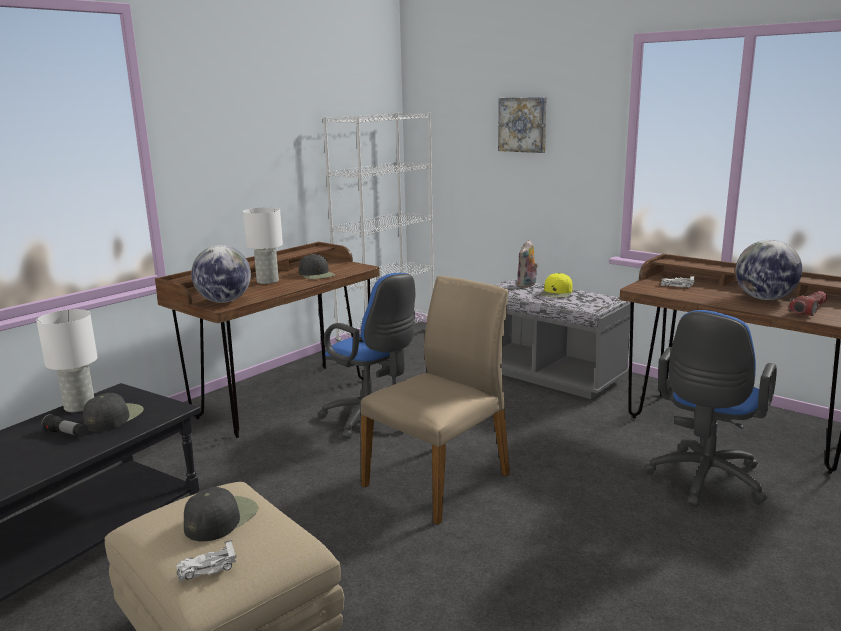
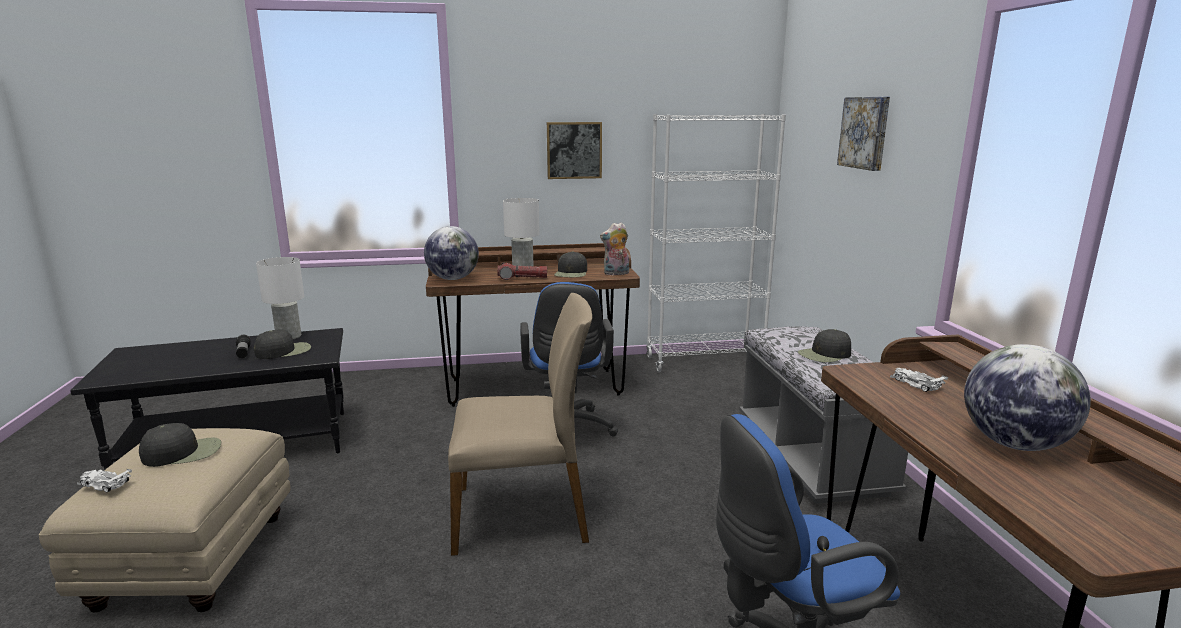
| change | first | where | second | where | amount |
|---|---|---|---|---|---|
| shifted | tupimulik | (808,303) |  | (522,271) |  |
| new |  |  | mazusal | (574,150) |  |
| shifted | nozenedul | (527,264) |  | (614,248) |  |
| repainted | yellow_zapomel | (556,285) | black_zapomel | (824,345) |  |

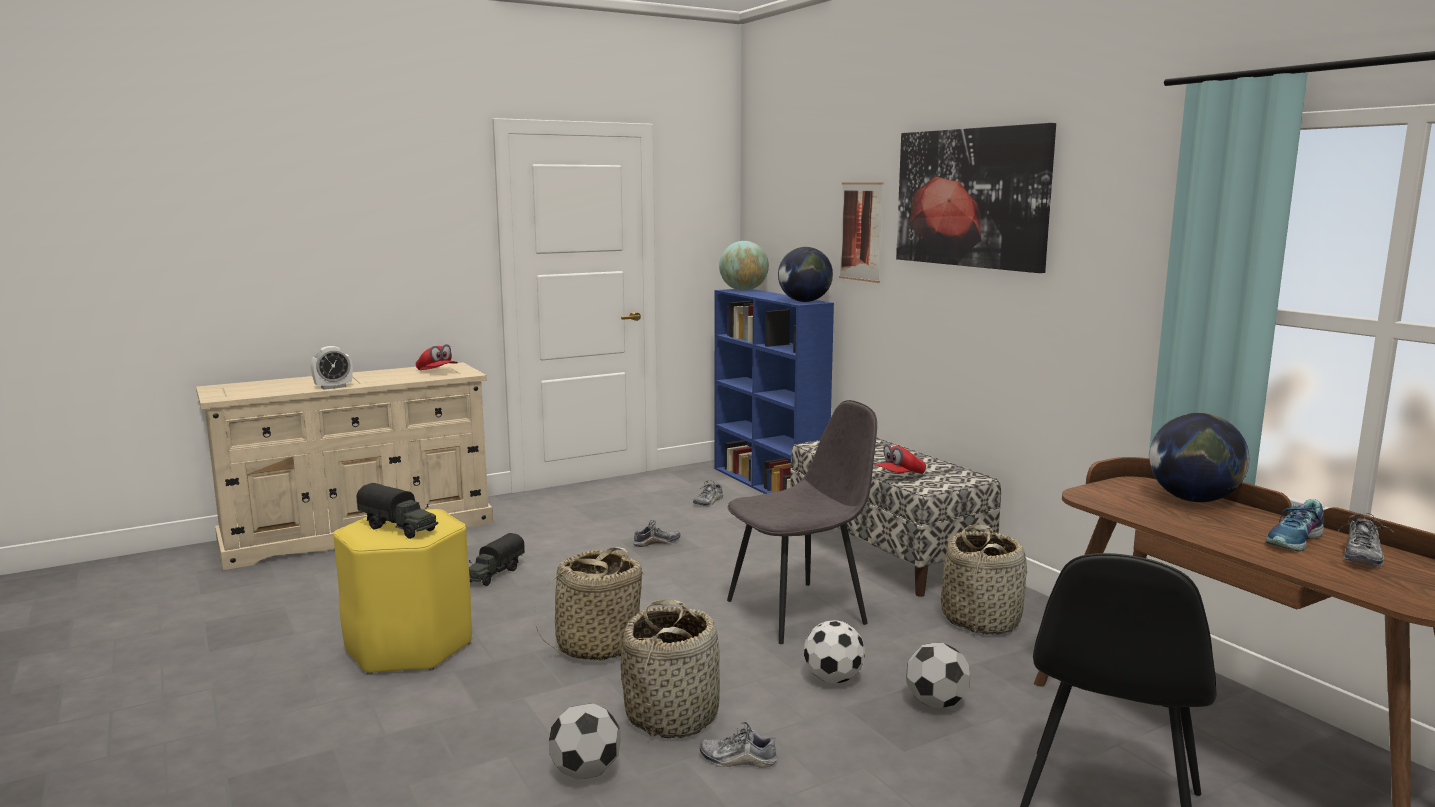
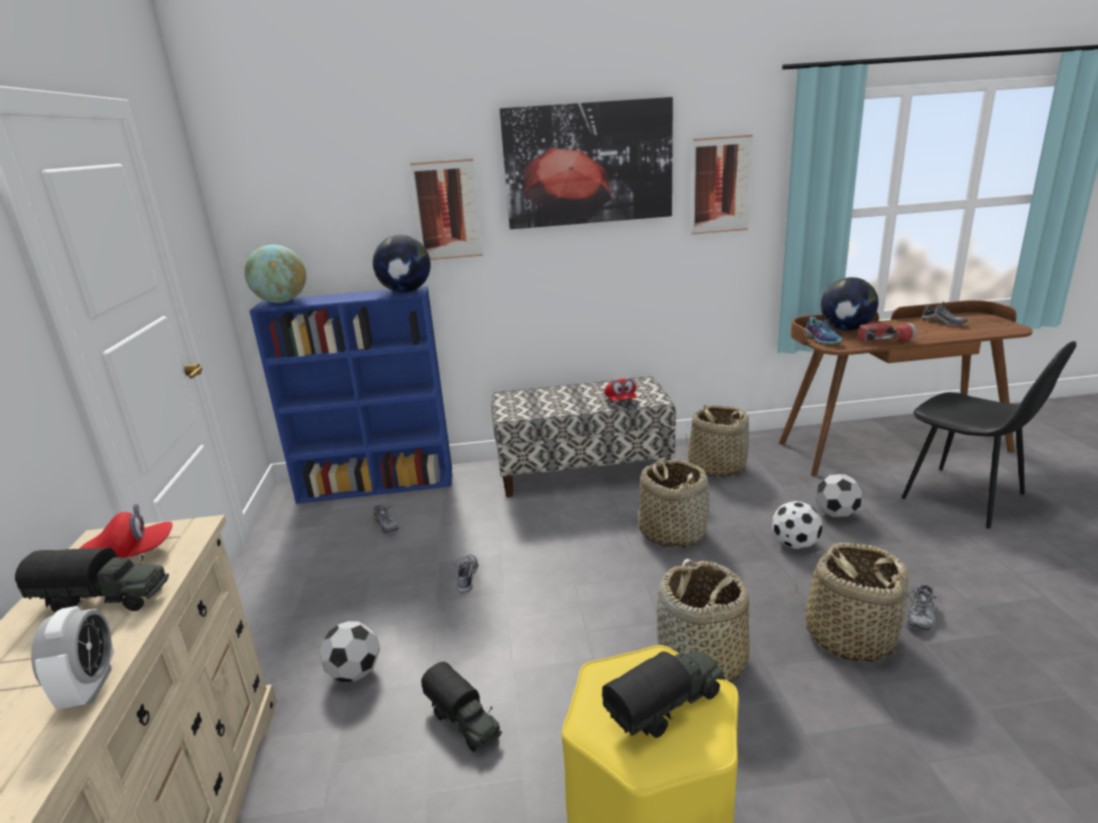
| change | first | where | second | where | amount |
|---|---|---|---|---|---|
| new |  |  | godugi | (92,580) |  |
| shifted | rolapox | (584,741) |  | (349,651) |  |
| swapped | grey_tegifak | (802,522) | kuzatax | (674,503) |  |
| new |  |  | mazusal | (722,184) |  |
| shifted | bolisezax | (1295,525) |  | (824,331) |  |
| new |  |  | tupimulik | (887,333) |  |

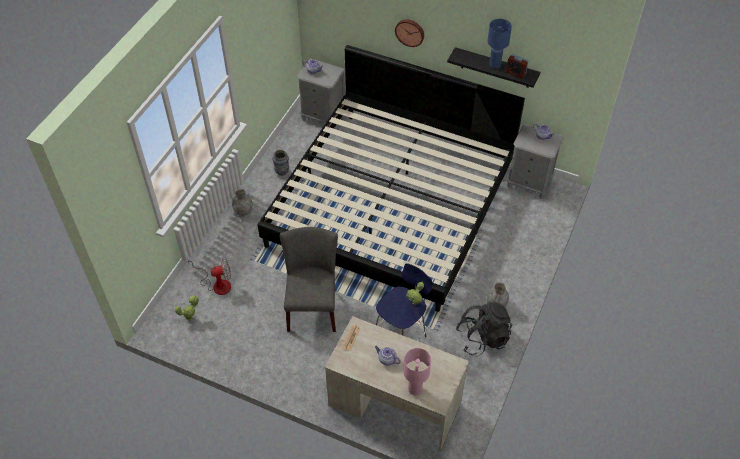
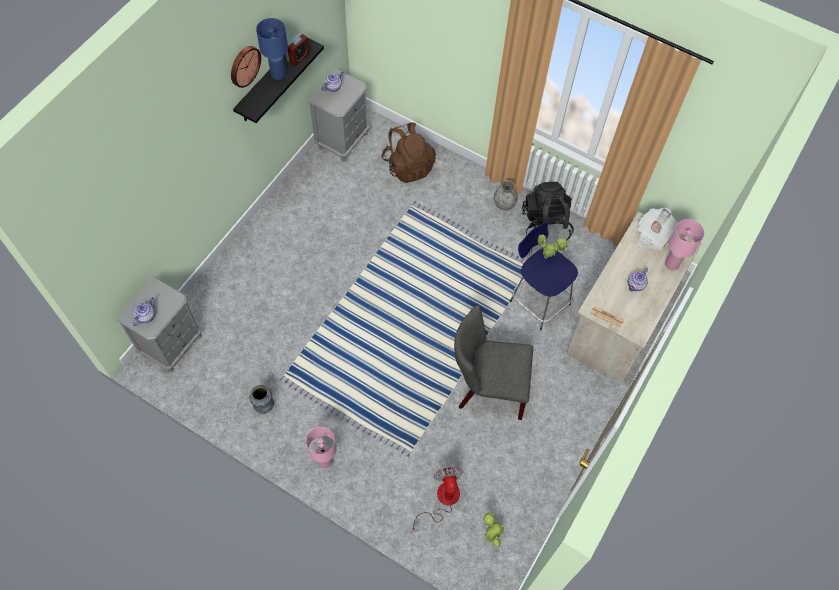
| change | first | where | second | where | amount |
|---|---|---|---|---|---|
| shifted | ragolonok | (409,33) |  | (246,67) |  |
| swapped | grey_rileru | (242,202) | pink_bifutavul | (321,447) |  |
| new |  |  | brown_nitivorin | (408,153) |  |
| new |  |  | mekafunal | (657,229) |  |
| gone | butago | (391,178) |  |  |  |

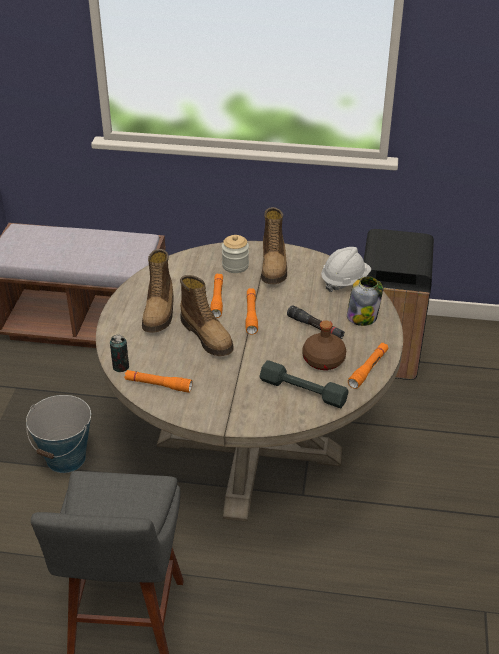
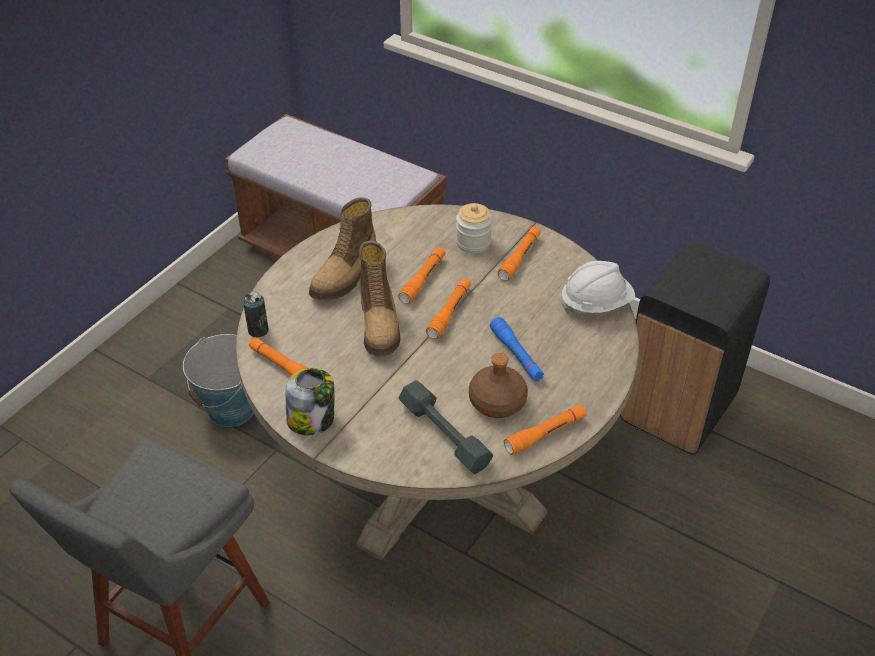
| change | first | where | second | where | amount |
|---|---|---|---|---|---|
| shifted | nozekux | (365,301) |  | (310,401) |  |
| repainted | black_tupimulik | (316,322) | blue_tupimulik | (517,349) |  |
| swapped | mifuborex | (274,245) | orange_tupimulik | (519,253) |  |

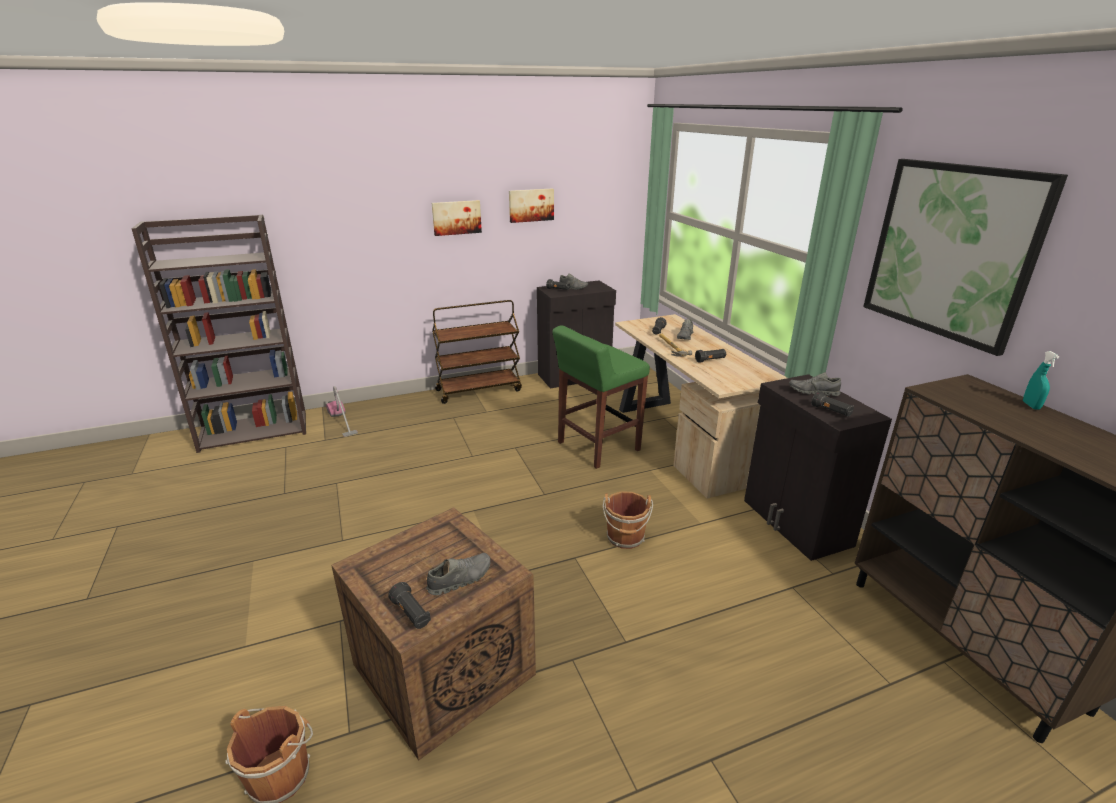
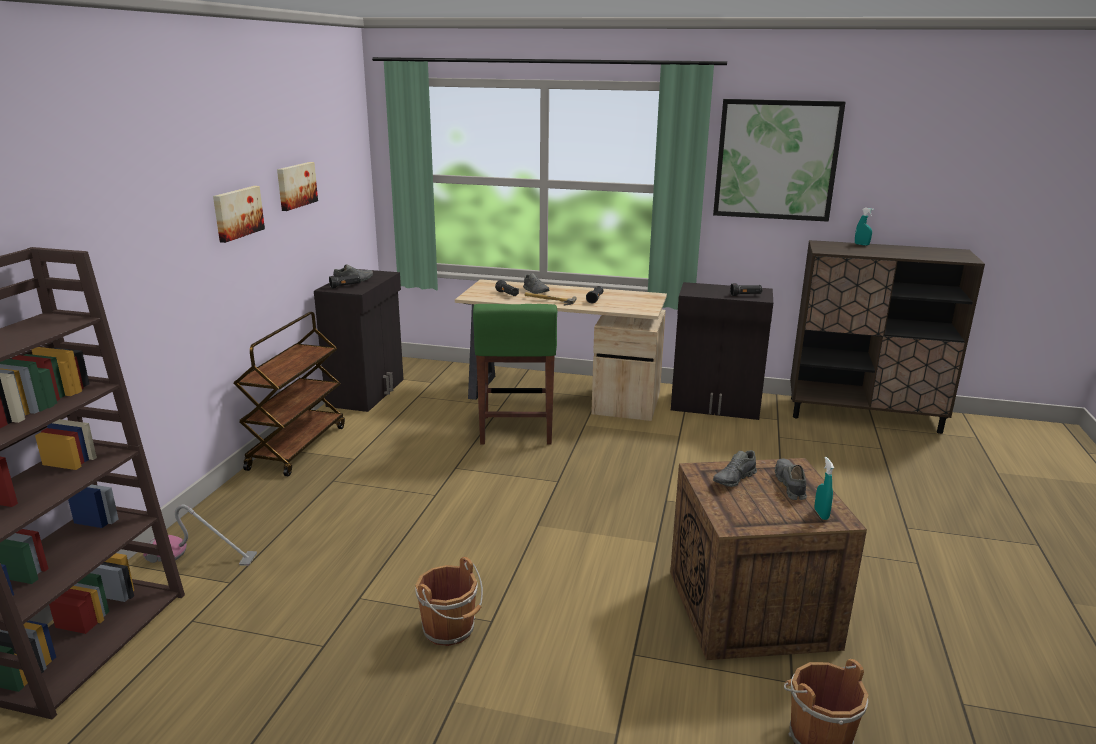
| change | first | where | second | where | amount |
|---|---|---|---|---|---|
| shifted | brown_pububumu | (628,520) |  | (449,601) |  |
| shifted | grey_bolisezax | (815,384) |  | (735,468) |  |
| swapped | black_tupimulik | (409,605) | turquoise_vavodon | (824,488) |  |

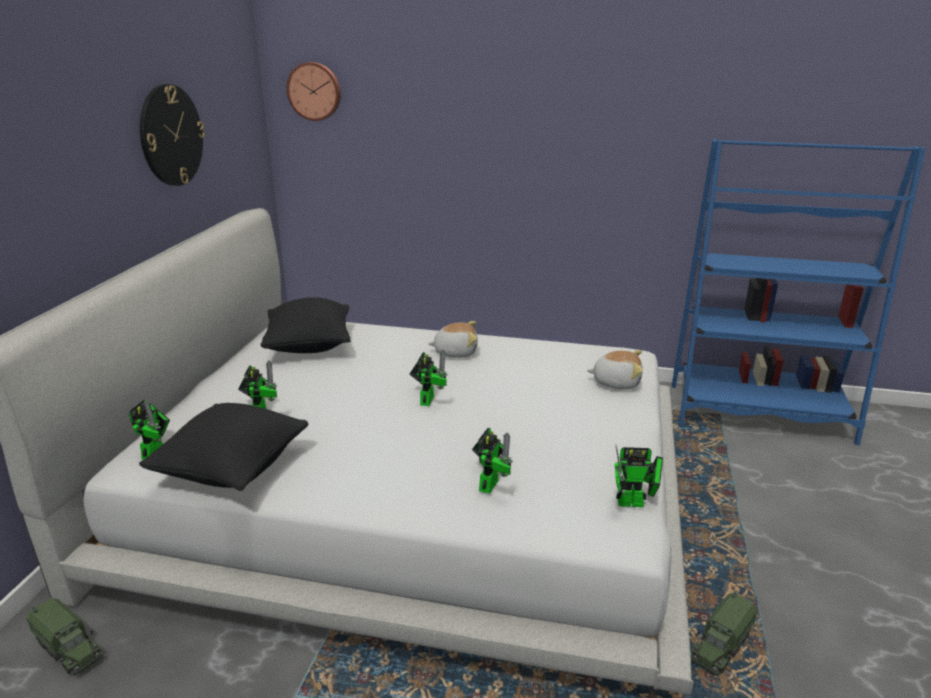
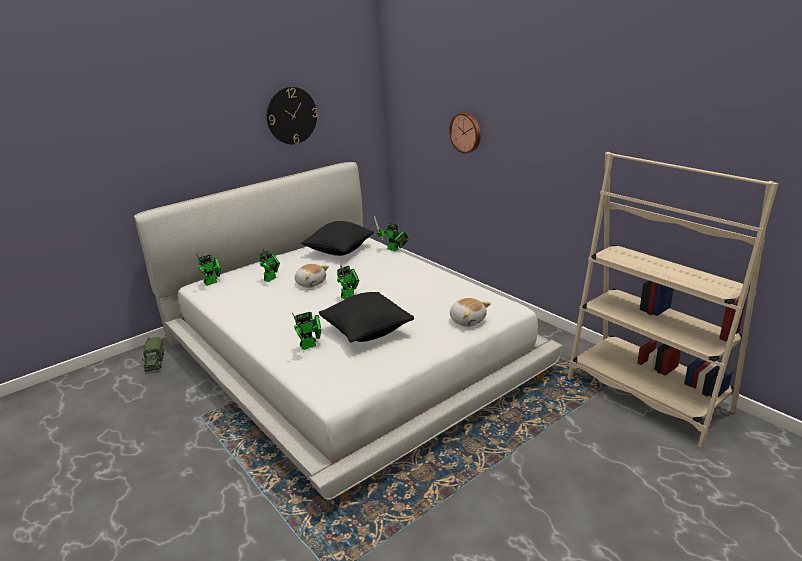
| change | first | where | second | where | amount |
|---|---|---|---|---|---|
| shifted | nozenedul | (453,339) |  | (312,276) |  |
| shifted | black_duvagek | (223,447) |  | (366,317) |  |
| shifted | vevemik | (638,475) |  | (391,233) |  |
| shifted | ragolonok | (313,91) |  | (465,133) |  |
| repainted | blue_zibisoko | (798,292) | beige_zibisoko | (672,300) |  |
| gone | godugi | (724,633) |  |  |  |

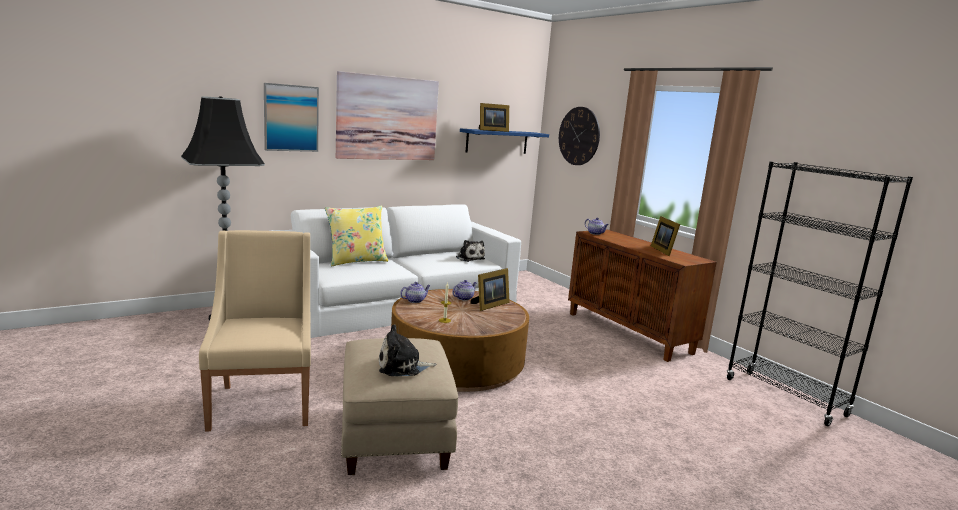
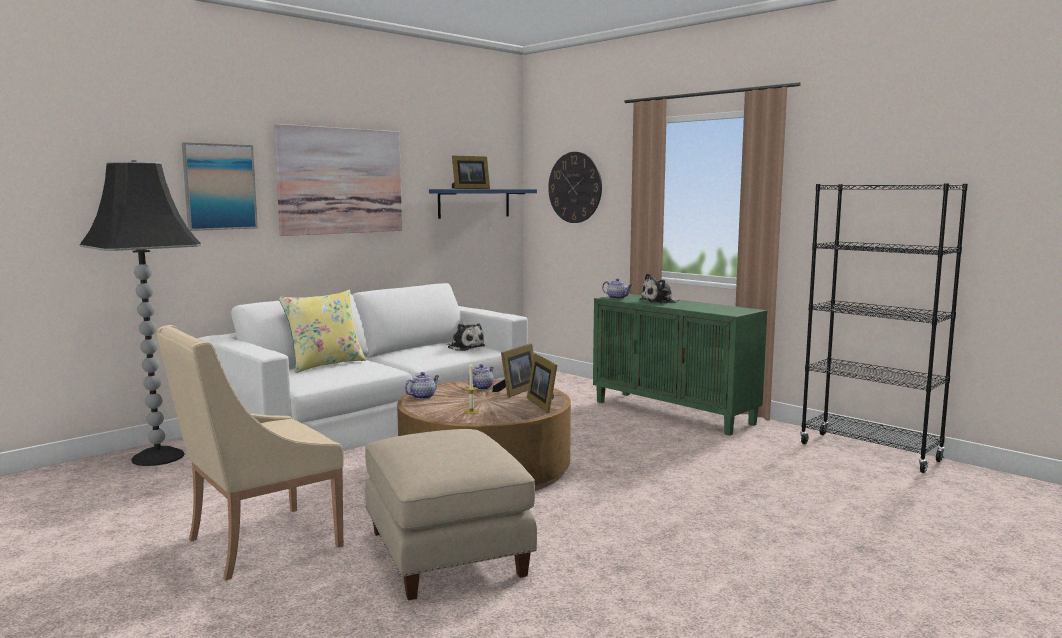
| change | first | where | second | where | amount |
|---|---|---|---|---|---|
| rotated | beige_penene | (255,331) |  | (250,453) | 105 degrees counterclockwise |
| shifted | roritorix | (665,236) |  | (542,383) |  |
| repainted | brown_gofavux | (642,295) | green_gofavux | (680,365) |  |
| shifted | nozenedul | (408,350) |  | (659,288) |  |

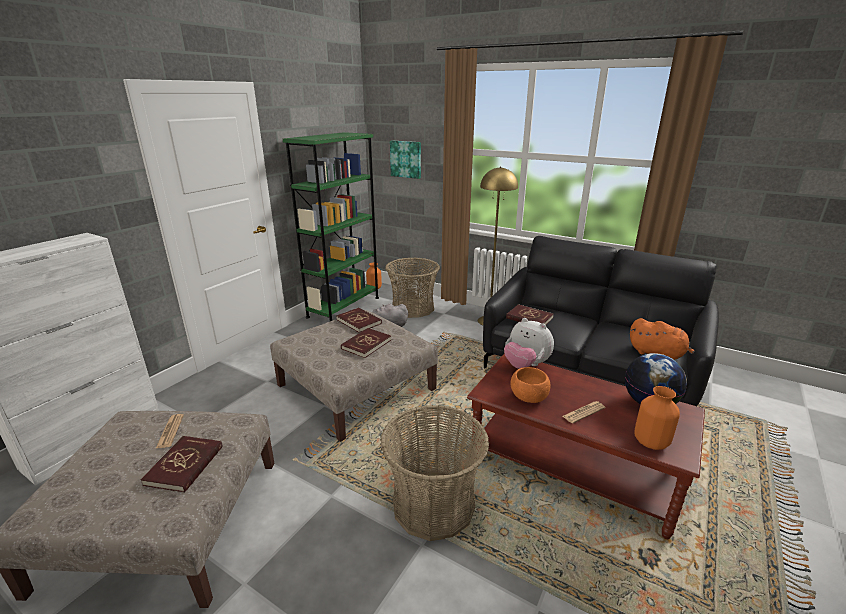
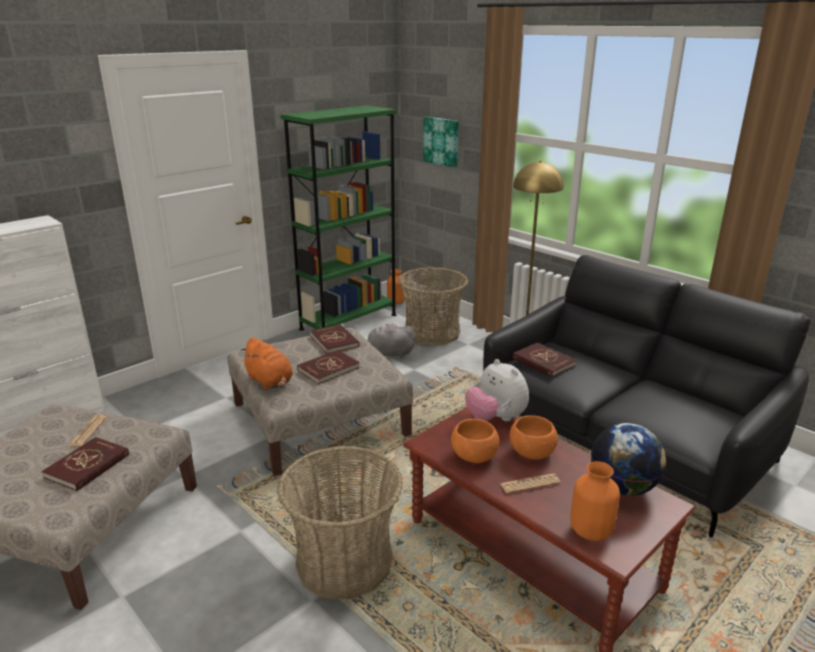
| change | first | where | second | where | amount |
|---|---|---|---|---|---|
| shifted | orange_nozenedul | (662,339) |  | (266,363) |  |
| new |  |  | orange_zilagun | (534,437) |  |

